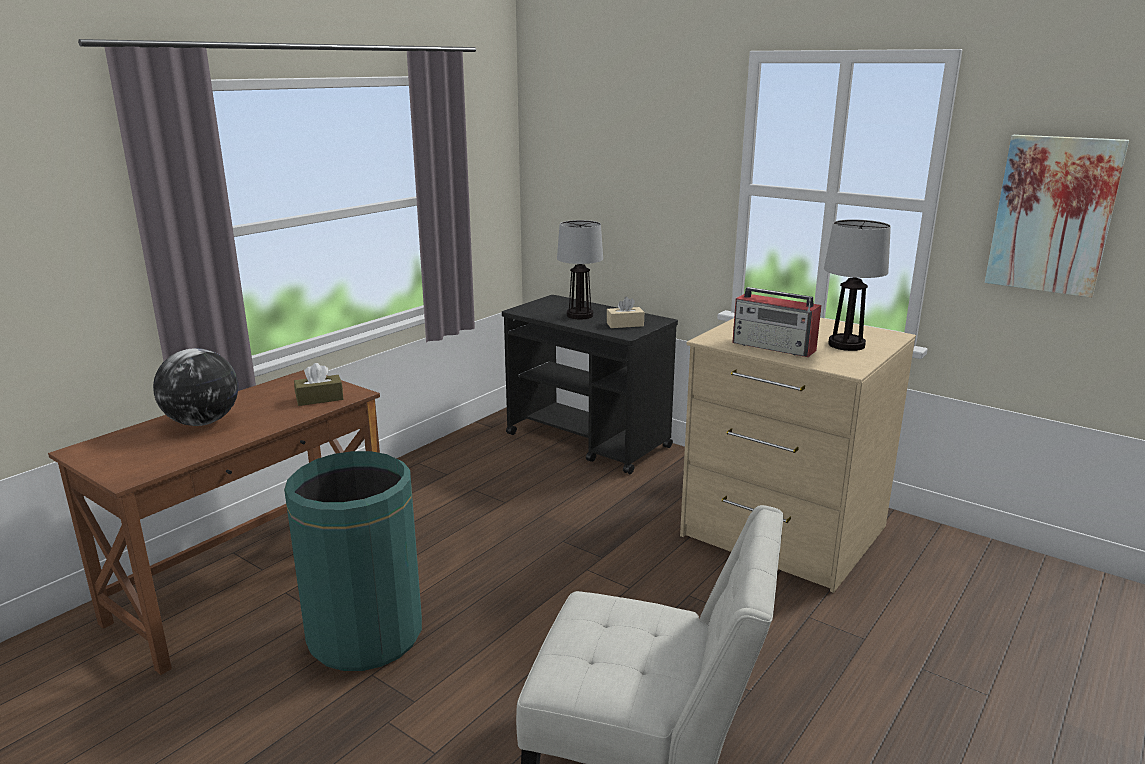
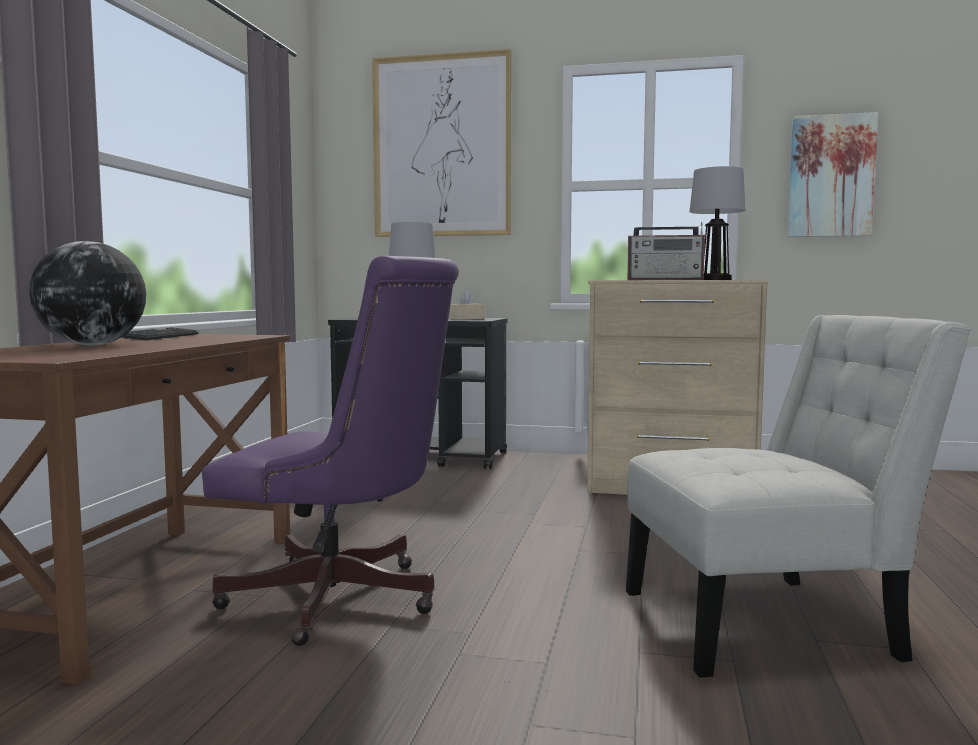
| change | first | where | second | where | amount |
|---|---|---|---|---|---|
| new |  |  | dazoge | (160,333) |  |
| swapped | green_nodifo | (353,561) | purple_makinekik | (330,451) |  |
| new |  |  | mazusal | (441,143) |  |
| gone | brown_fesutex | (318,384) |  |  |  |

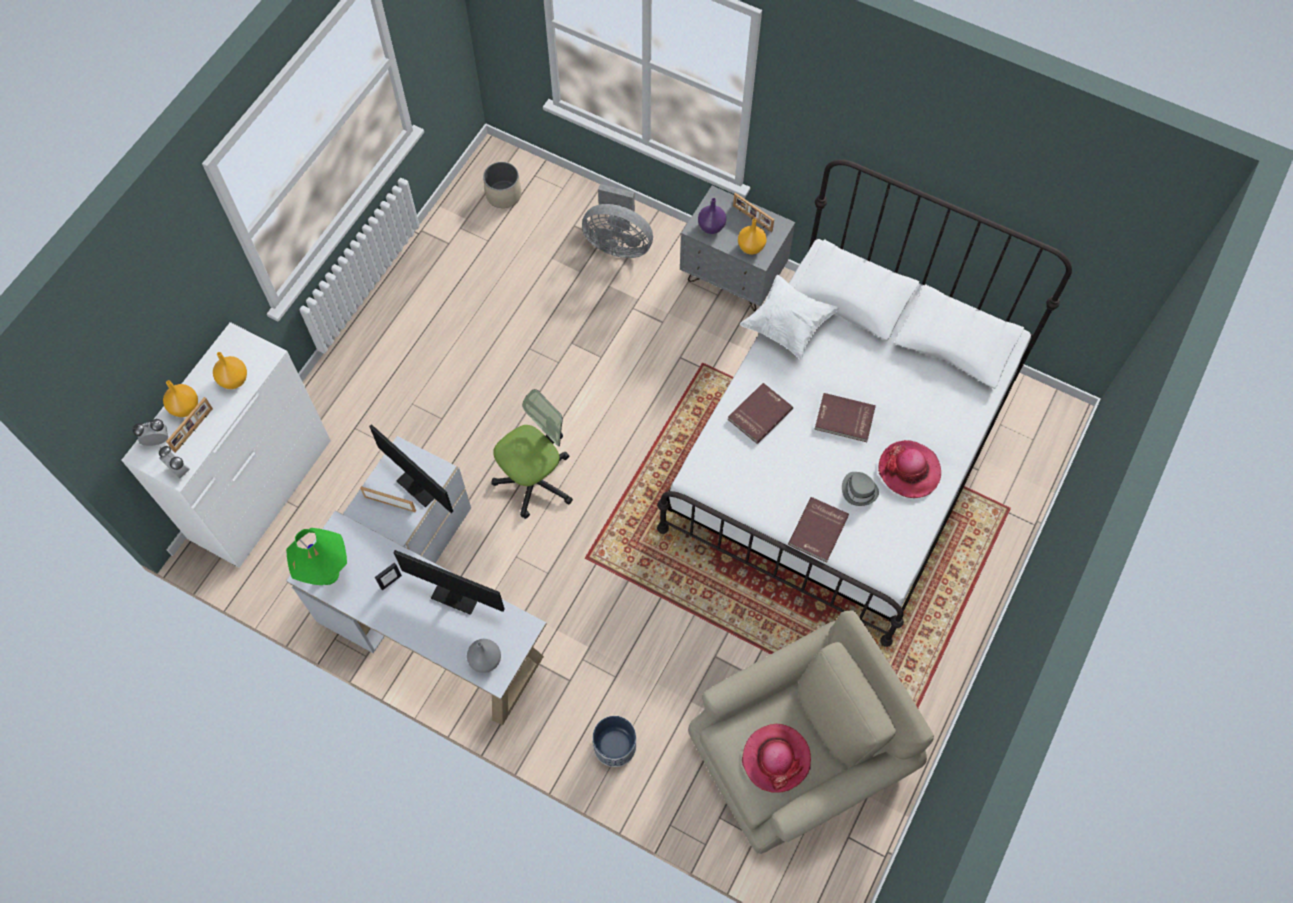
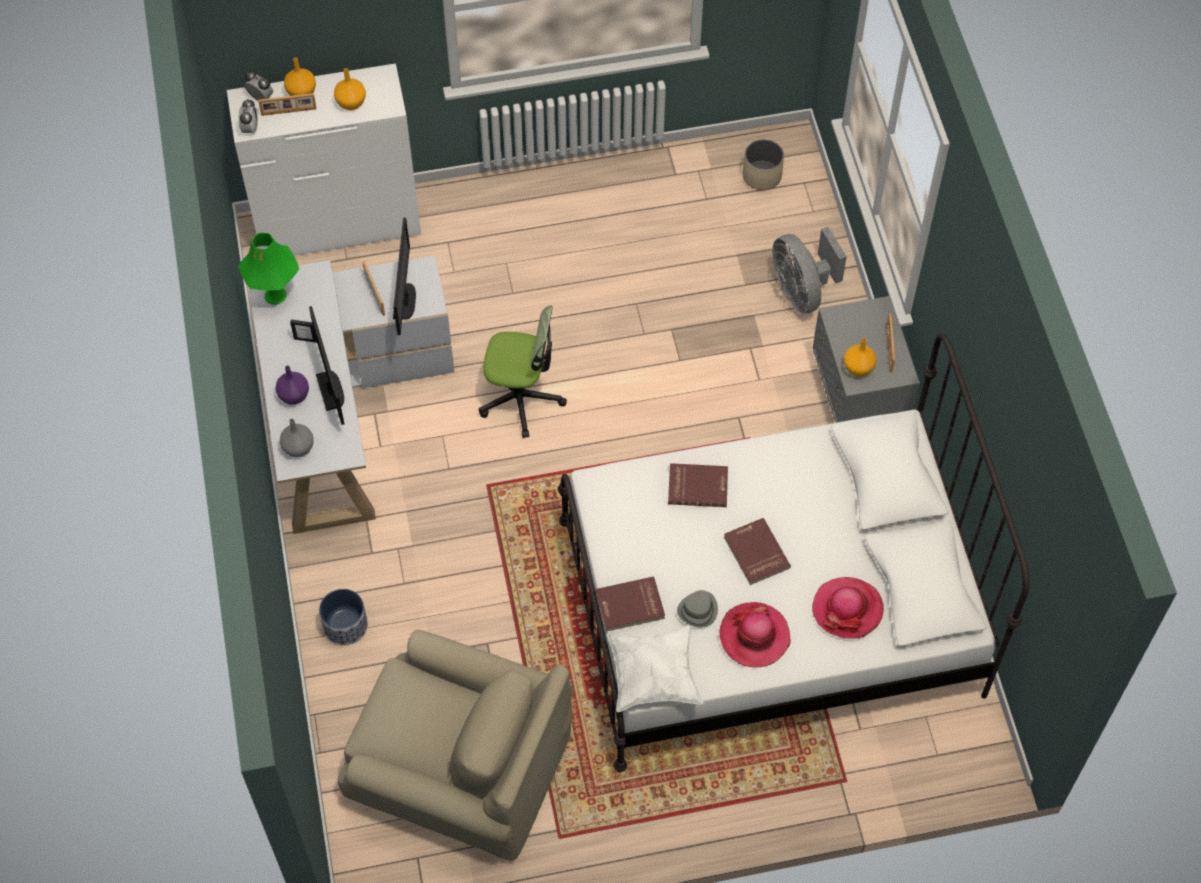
| change | first | where | second | where | amount |
|---|---|---|---|---|---|
| shifted | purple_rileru | (712,216) |  | (292,385) |  |
| shifted | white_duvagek | (789,317) |  | (655,669) |  |
| shifted | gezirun | (776,758) |  | (848,608) |  |

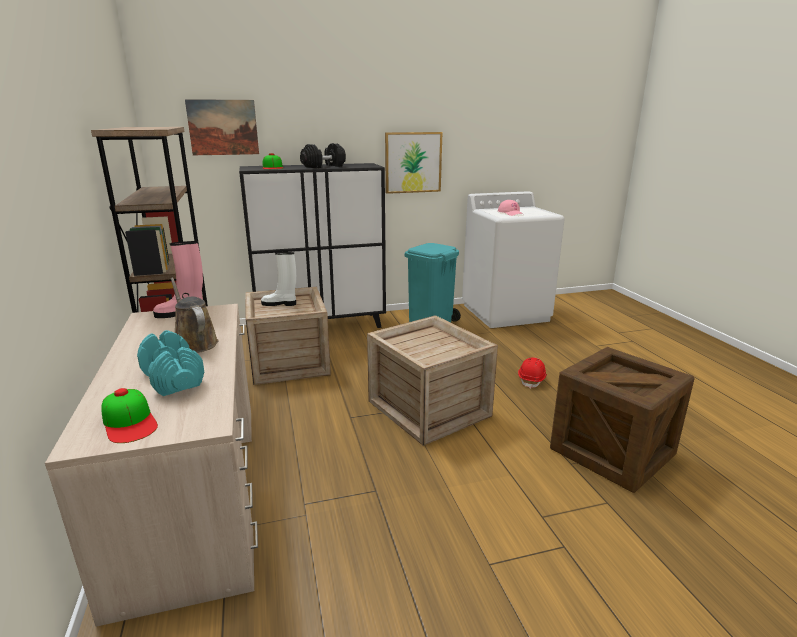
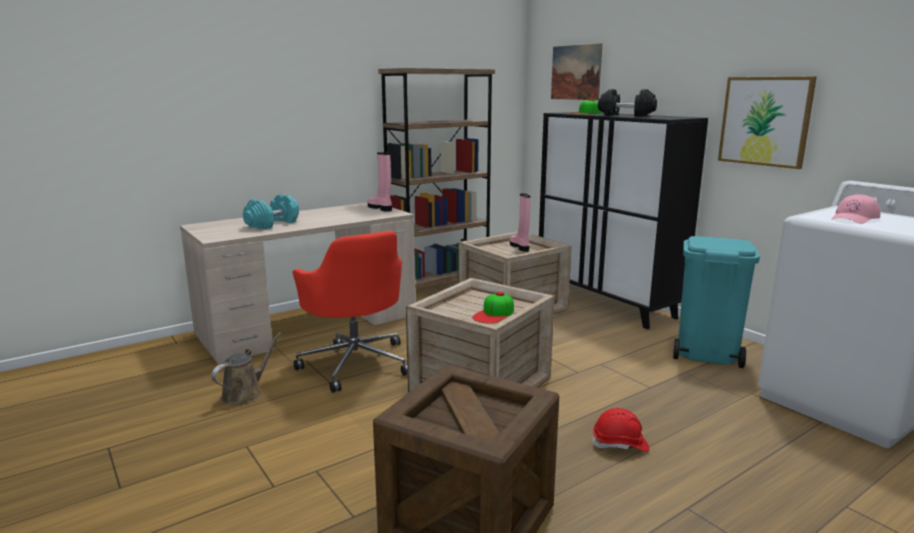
| change | first | where | second | where | amount |
|---|---|---|---|---|---|
| shifted | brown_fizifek | (194,315) |  | (246,368) |  |
| new |  |  | red_makinekik | (350,312) |  |
| shifted | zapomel | (129,415) |  | (493,307) |  |
| repainted | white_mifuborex | (278,279) | pink_mifuborex | (520,223) |  |

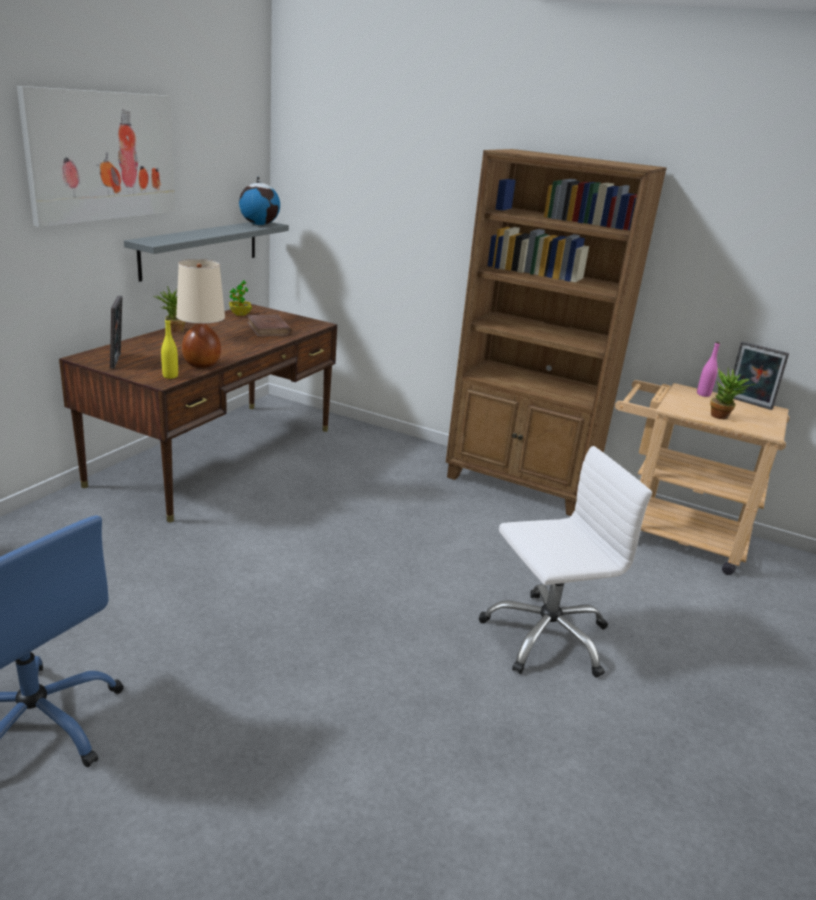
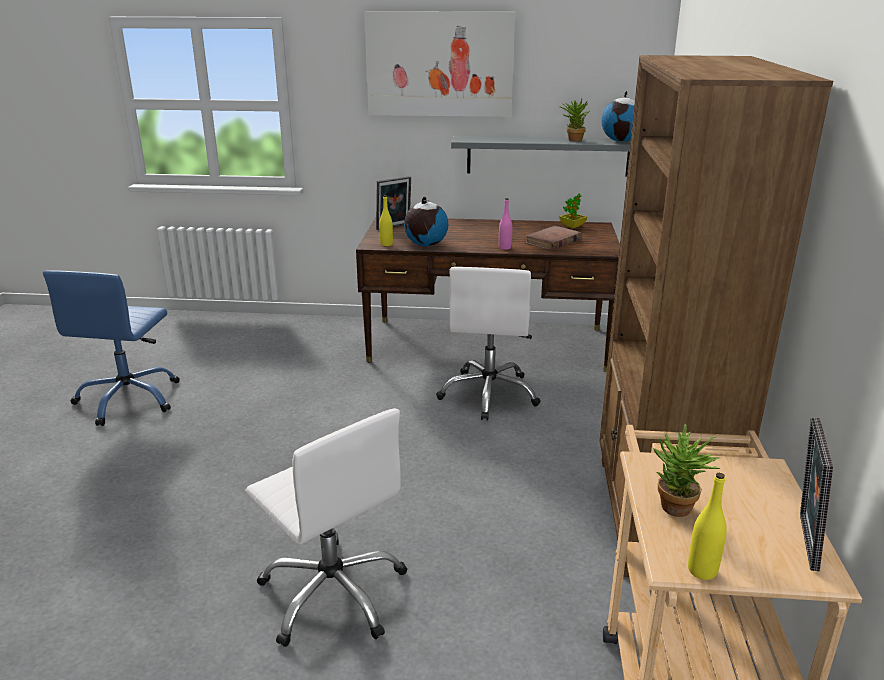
| change | first | where | second | where | amount |
|---|---|---|---|---|---|
| swapped | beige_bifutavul | (200,313) | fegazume | (426,221) |  |
| new |  |  | white_makinekik | (488,343) |  |
| shifted | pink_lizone | (708,369) |  | (505,224) |  |
| shifted | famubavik | (170,309) |  | (574,119) |  |
| new |  |  | yellow_lizone | (707,526) |  |

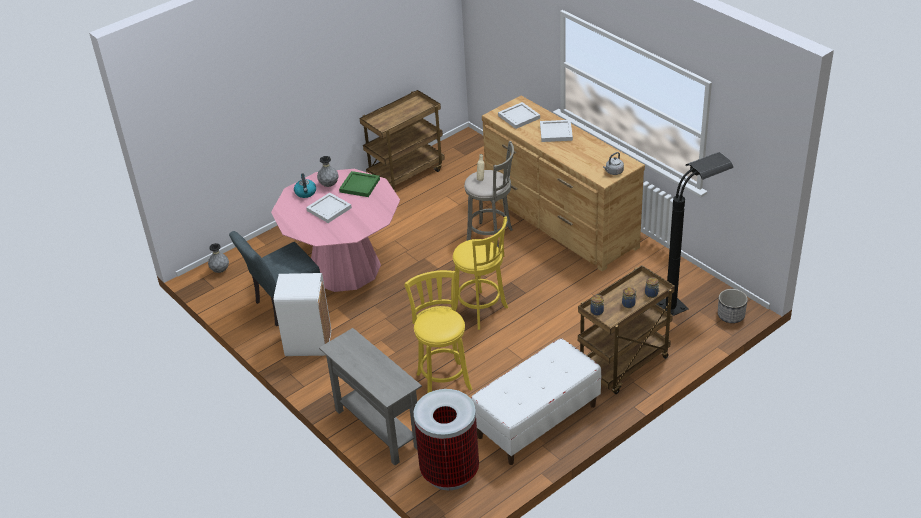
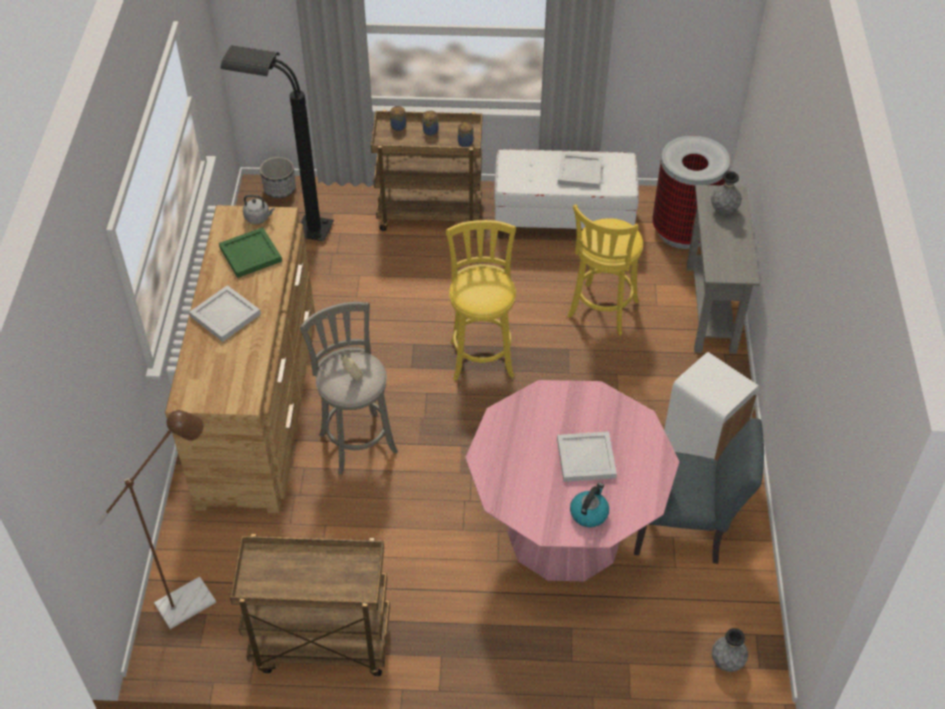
| change | first | where | second | where | amount |
|---|---|---|---|---|---|
| new |  |  | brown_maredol | (156,519) |  |
| shifted | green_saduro | (359,184) |  | (250,252) |  |
| shifted | white_saduro | (519,115) |  | (580,171) |  |
| shifted | grey_rileru | (327,171) |  | (726,192) |  |

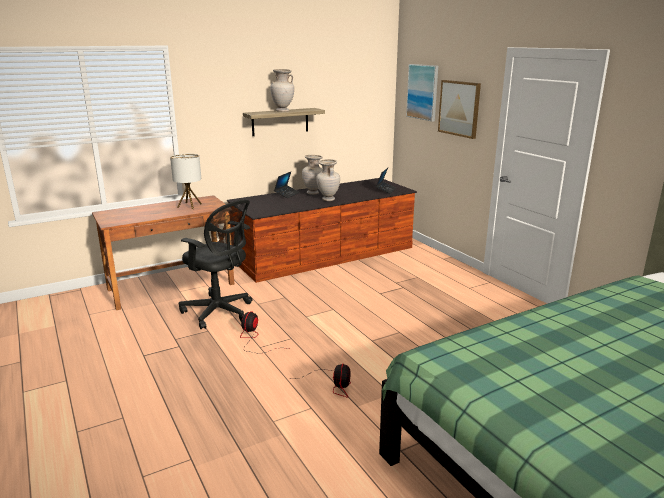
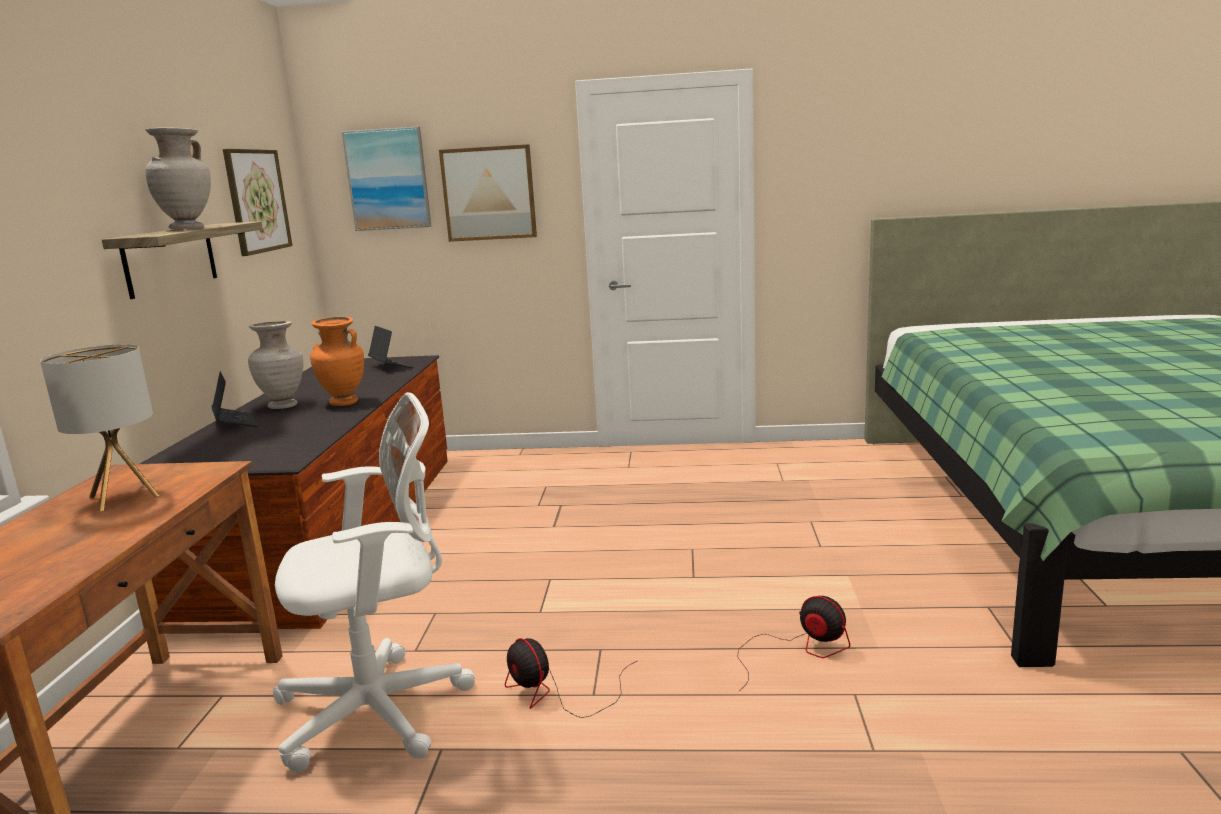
| change | first | where | second | where | amount |
|---|---|---|---|---|---|
| new |  |  | mazusal | (257,202) |  |
| repainted | black_makinekik | (215,265) | white_makinekik | (374,582) |  |
| repainted | beige_rileru | (328,180) | orange_rileru | (337,361) |  |

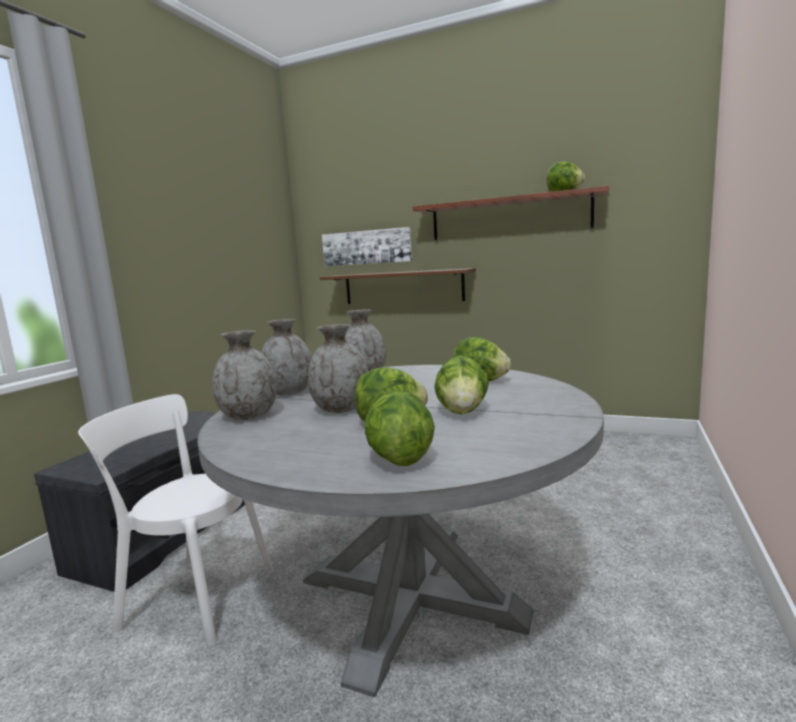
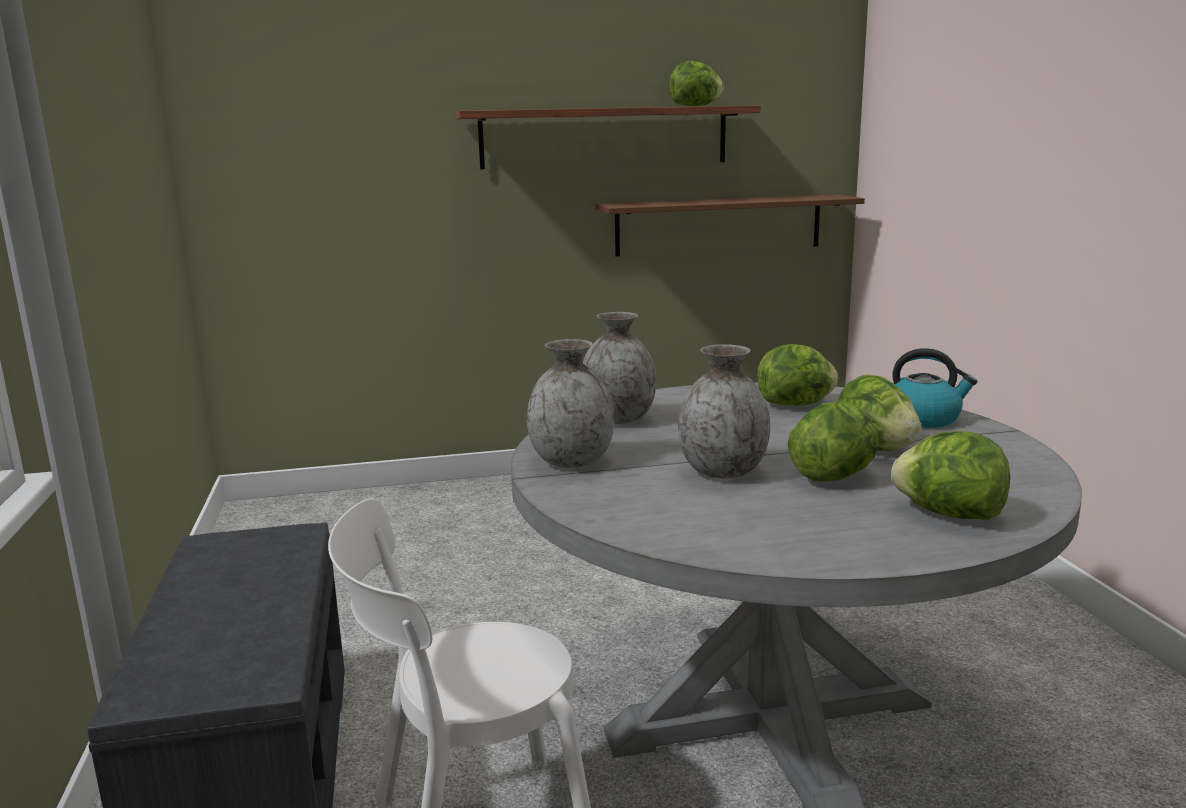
| change | first | where | second | where | amount |
|---|---|---|---|---|---|
| shifted | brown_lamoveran | (398,286) |  | (730,225) |  |
| new |  |  | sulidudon | (935,388) |  |
| gone | grey_rileru | (244,375) |  |  |  |
| gone | mazusal | (367,246) |  |  |  |

